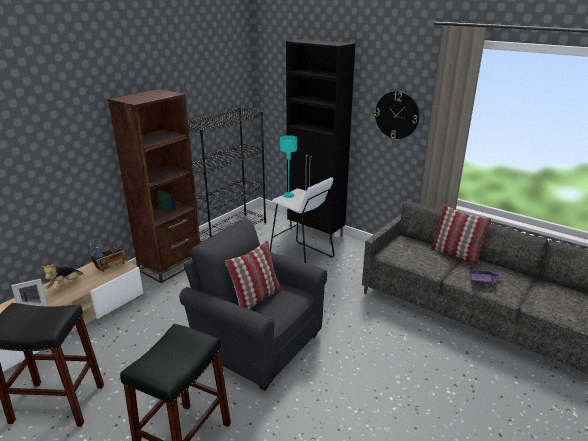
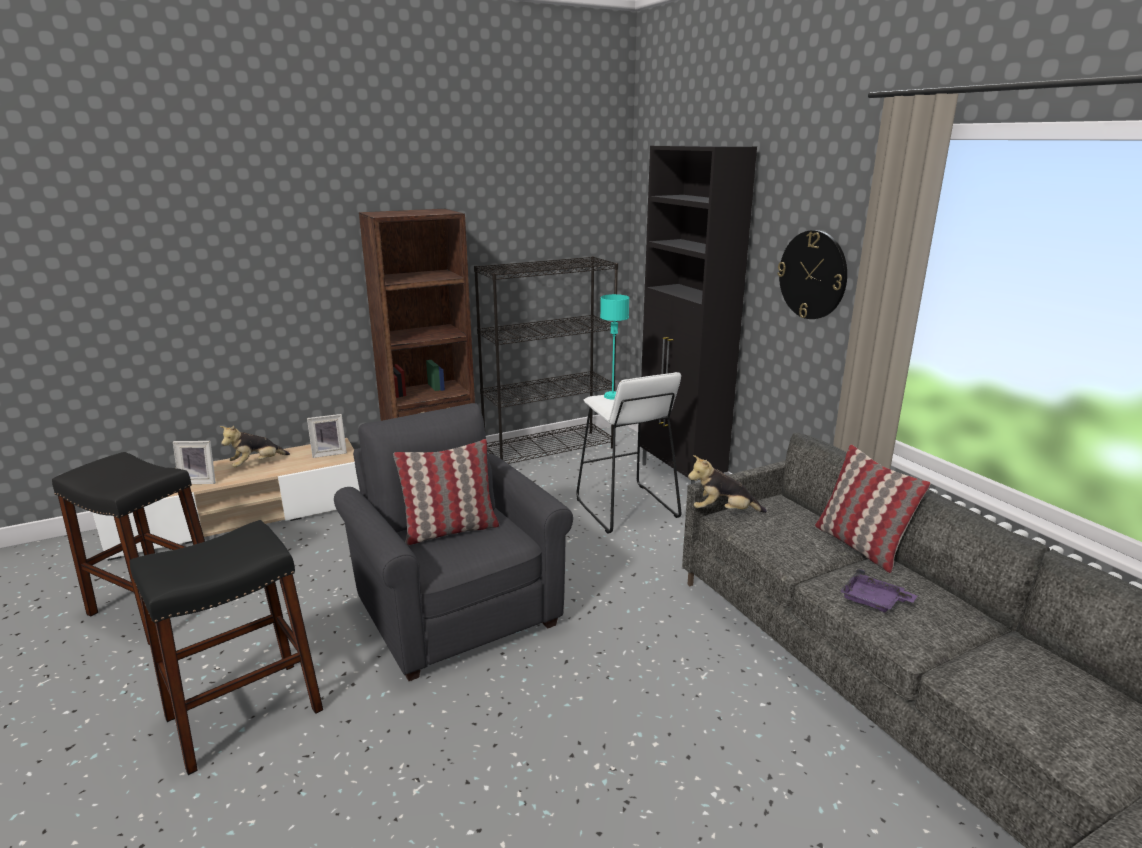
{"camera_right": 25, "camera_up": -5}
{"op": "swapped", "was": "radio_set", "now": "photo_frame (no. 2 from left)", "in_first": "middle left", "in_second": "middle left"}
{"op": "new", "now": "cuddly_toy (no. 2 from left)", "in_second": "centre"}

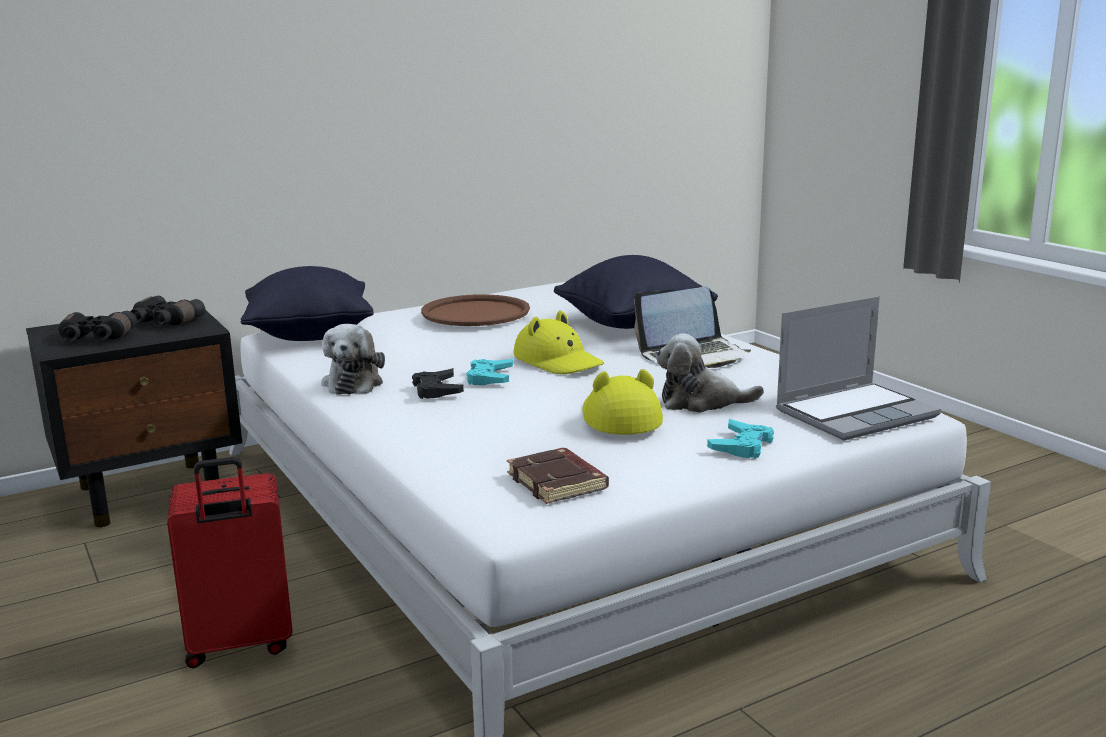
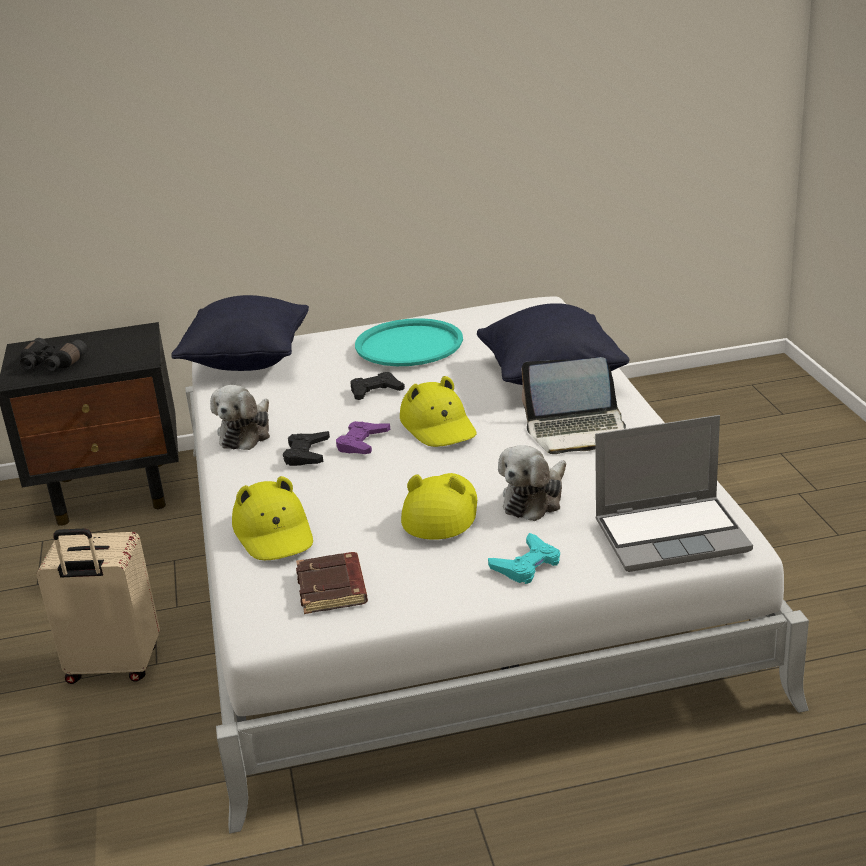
{"camera_right": 20, "camera_up": 10}
{"op": "repainted", "was": "reddish_travel_case", "now": "sand-coloured_travel_case", "in_first": "bottom left", "in_second": "bottom left"}
{"op": "new", "now": "yellow-coloured_wearable_hat (no. 1 from left)", "in_second": "middle left"}
{"op": "repainted", "was": "blue-green_game_controller (no. 1 from left)", "now": "purple_game_controller", "in_first": "centre", "in_second": "centre"}
{"op": "new", "now": "blackish_game_controller (no. 2 from left)", "in_second": "centre"}
{"op": "repainted", "was": "brown-coloured_carrying_tray", "now": "blue-green_carrying_tray", "in_first": "centre", "in_second": "centre"}
{"op": "rotated", "was": "cuddly_toy (no. 2 from left)", "in_first": "centre", "in_second": "centre", "clockwise": -75}
{"op": "gone", "was": "blackish_field_glasses (no. 2 from left)", "in_first": "middle left"}

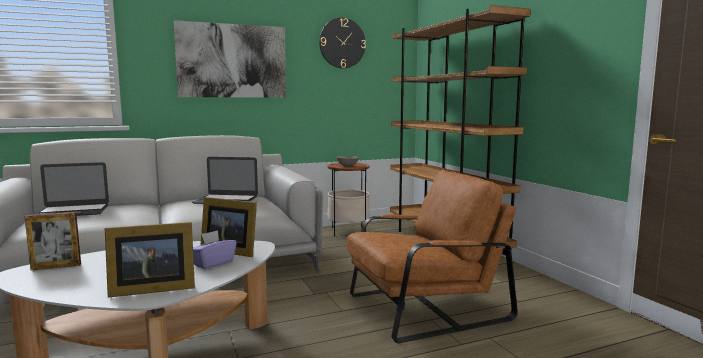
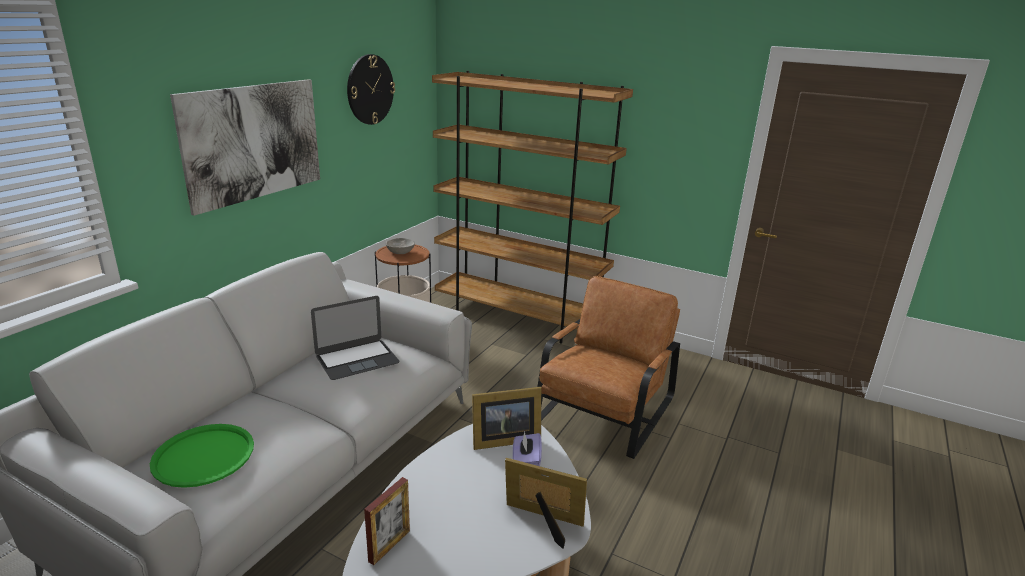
{"camera_right": -40, "camera_up": 15}
{"op": "swapped", "was": "portable_computer (no. 1 from left)", "now": "green_carrying_tray", "in_first": "middle left", "in_second": "bottom left"}
{"op": "rotated", "was": "photo_frame (no. 2 from left in the first image)", "in_first": "bottom left", "in_second": "bottom centre", "clockwise": -105}

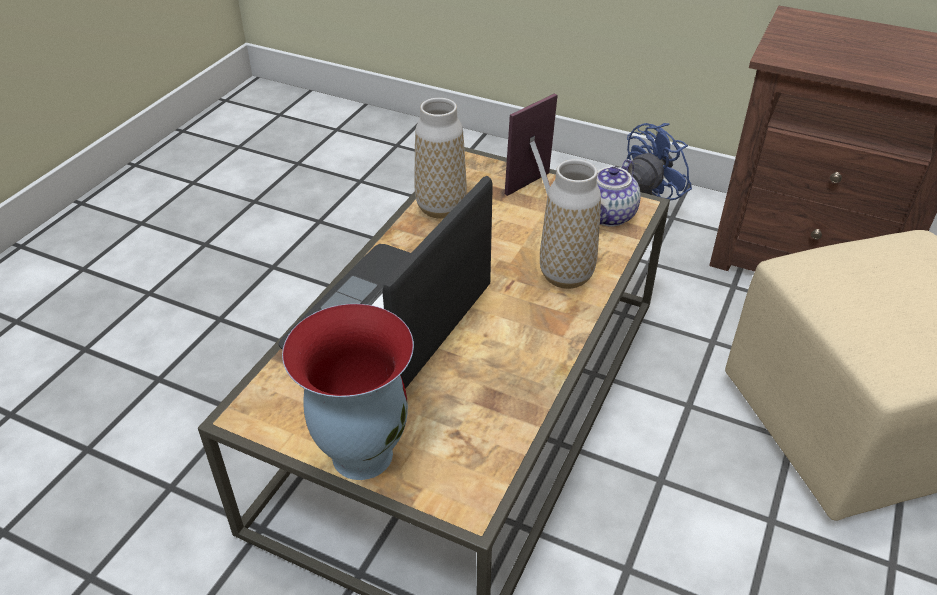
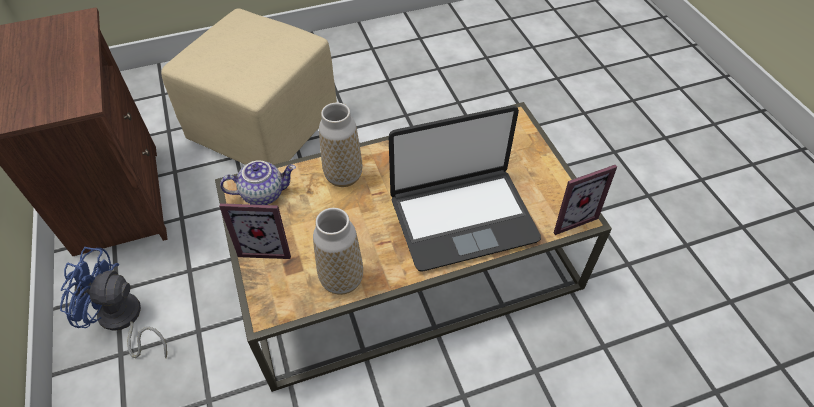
{"camera_right": -135, "camera_up": 10}
{"op": "new", "now": "photo_frame (no. 2 from left)", "in_second": "middle right"}
{"op": "gone", "was": "flower_vase (no. 1 from left)", "in_first": "centre"}

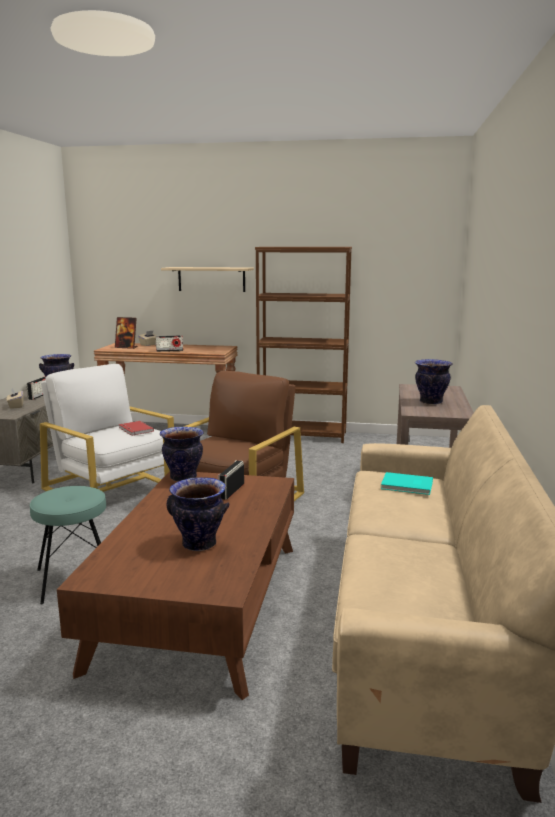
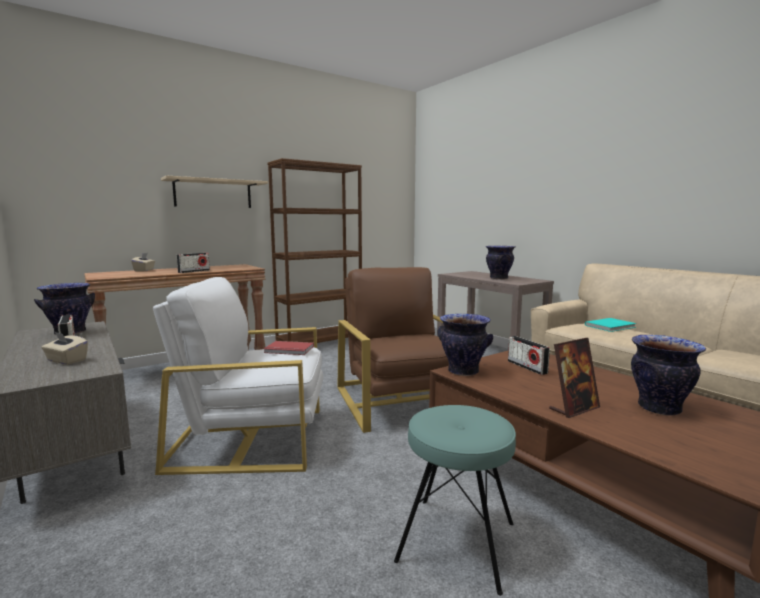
{"camera_right": -45, "camera_up": -5}
{"op": "shifted", "was": "photo_frame", "in_first": "middle left", "in_second": "middle right"}

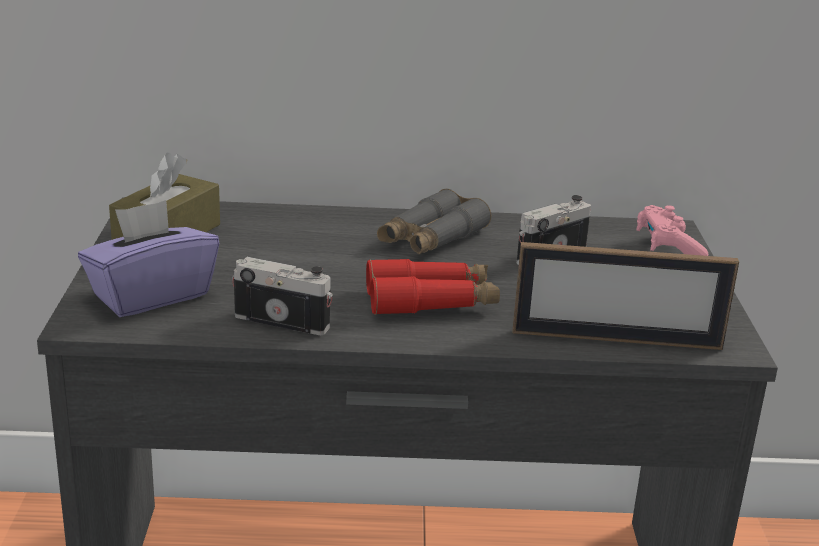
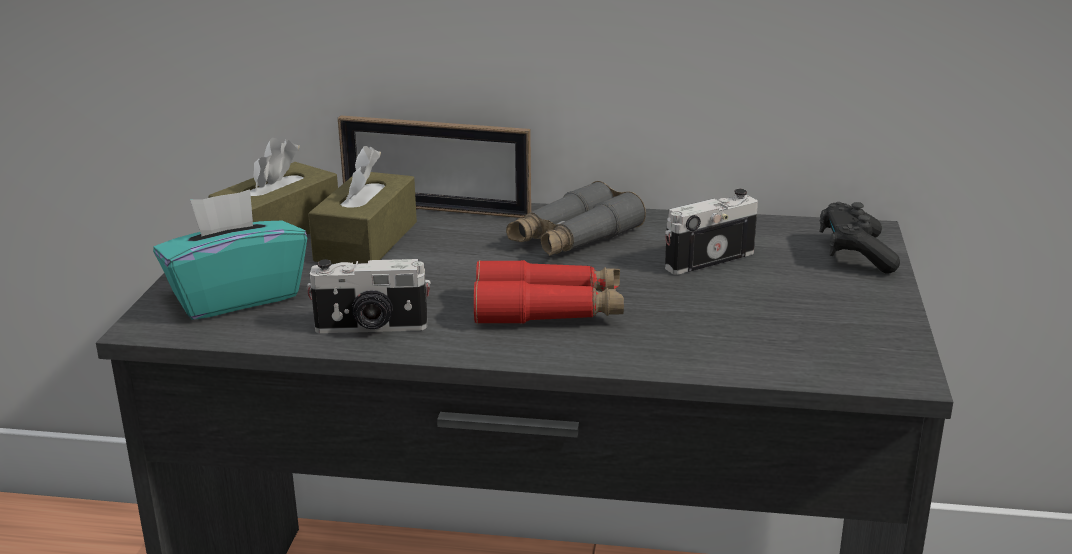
{"camera_right": 10, "camera_up": 0}
{"op": "repainted", "was": "purple_tissue_box", "now": "blue-green_tissue_box", "in_first": "middle left", "in_second": "middle left"}
{"op": "rotated", "was": "still_camera (no. 1 from left)", "in_first": "centre", "in_second": "centre", "clockwise": 150}
{"op": "new", "now": "brown-coloured_tissue_box (no. 2 from left)", "in_second": "centre"}
{"op": "shifted", "was": "photo_frame", "in_first": "middle right", "in_second": "top centre"}
{"op": "repainted", "was": "pink-coloured_game_controller", "now": "blackish_game_controller", "in_first": "middle right", "in_second": "middle right"}

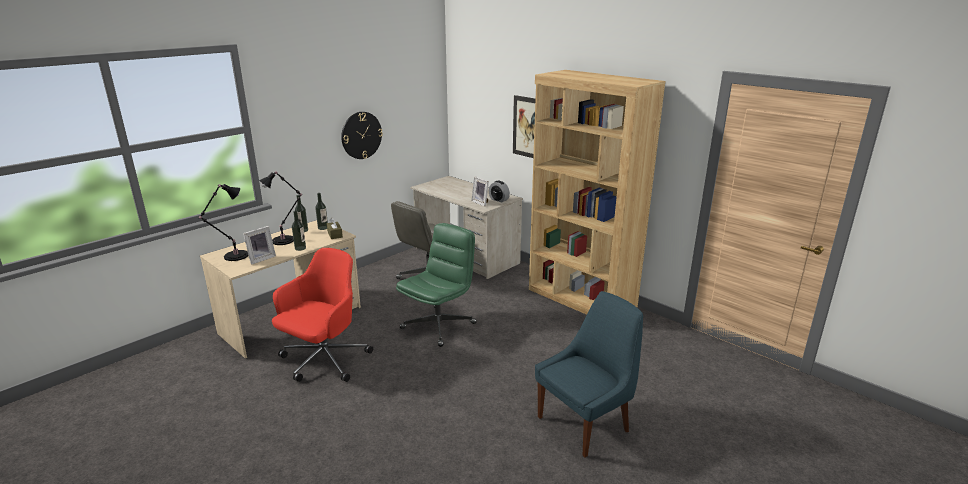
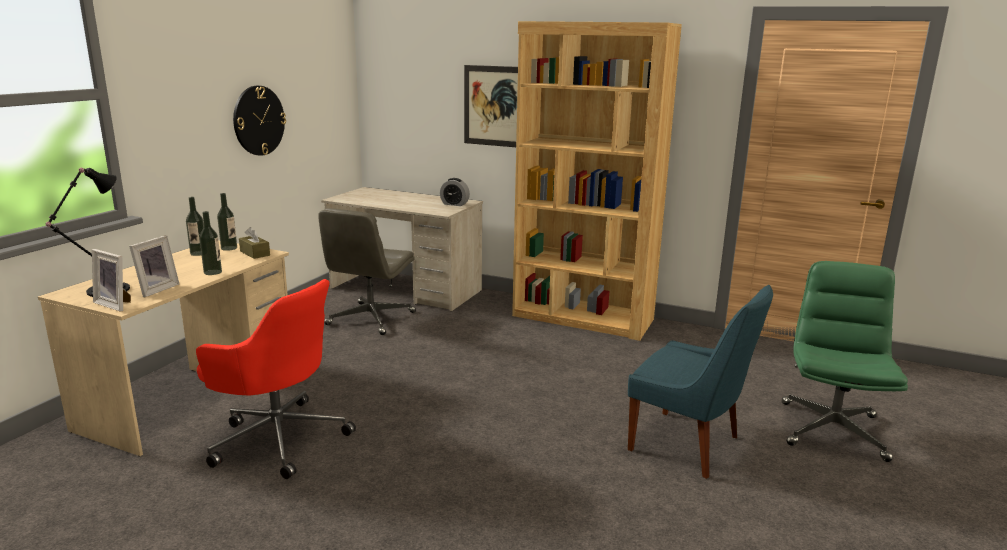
{"camera_right": -20, "camera_up": -5}
{"op": "shifted", "was": "photo_frame (no. 2 from left in the first image)", "now": "photo_frame (no. 1 from left)", "in_first": "centre", "in_second": "middle left"}
{"op": "rotated", "was": "reddish_office_chair", "in_first": "middle left", "in_second": "bottom left", "clockwise": 105}
{"op": "rotated", "was": "blue-coloured_plain_chair", "in_first": "bottom centre", "in_second": "bottom right", "clockwise": 90}
{"op": "shifted", "was": "green_office_chair", "in_first": "centre", "in_second": "middle right"}
{"op": "gone", "was": "blackish_table_lamp (no. 2 from left)", "in_first": "middle left"}

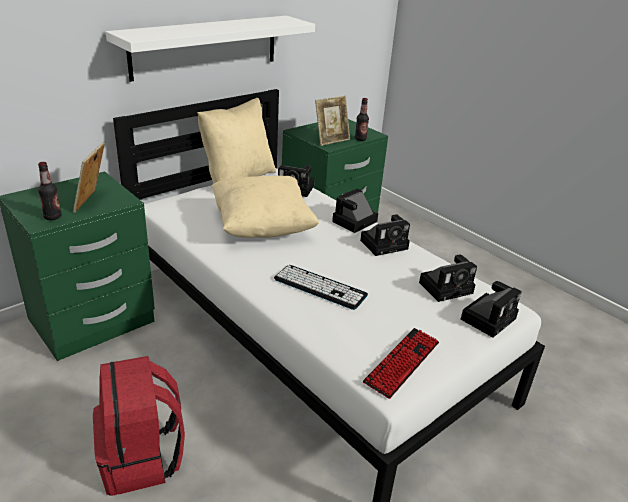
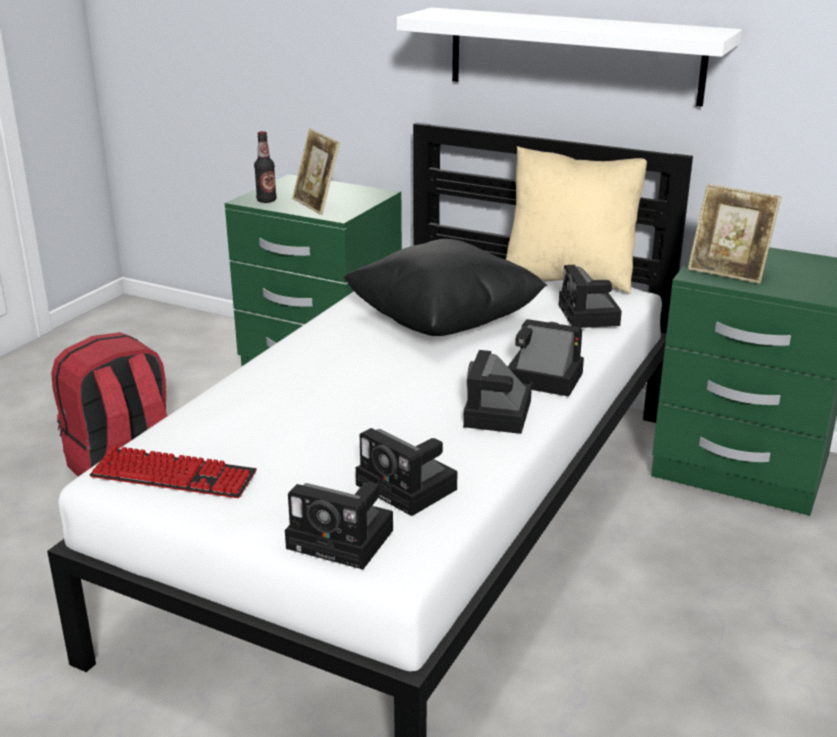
{"camera_right": 70, "camera_up": -5}
{"op": "rotated", "was": "photo_frame (no. 1 from left)", "in_first": "middle left", "in_second": "top centre", "clockwise": -105}
{"op": "repainted", "was": "sand-coloured_pillow (no. 2 from left)", "now": "blackish_pillow", "in_first": "centre", "in_second": "centre"}
{"op": "rotated", "was": "still_camera (no. 3 from left)", "in_first": "centre", "in_second": "centre", "clockwise": 60}
{"op": "gone", "was": "computer_keyboard (no. 1 from left)", "in_first": "centre"}
{"op": "gone", "was": "drink_bottle (no. 2 from left)", "in_first": "top centre"}

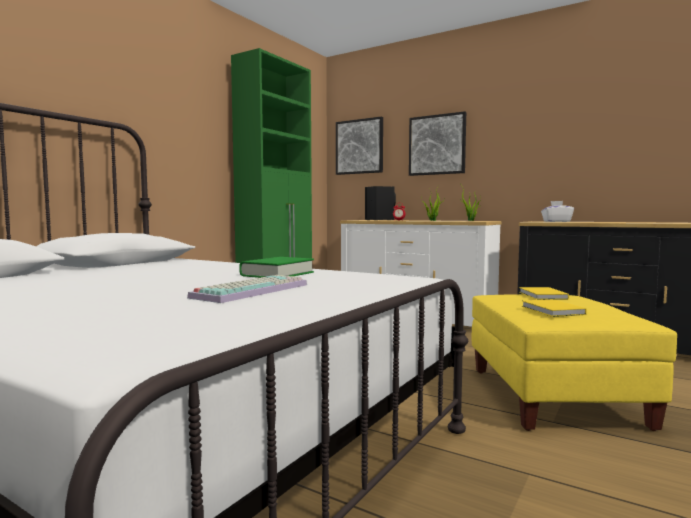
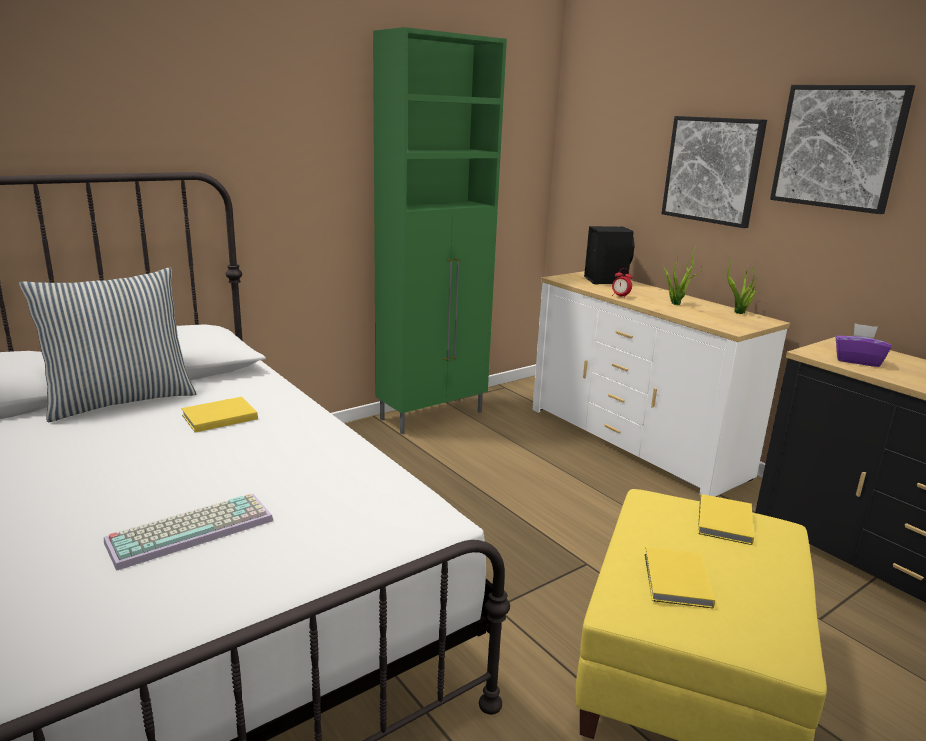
{"camera_right": 20, "camera_up": 15}
{"op": "new", "now": "pillow", "in_second": "middle left"}
{"op": "new", "now": "yellow-coloured_bound_book (no. 1 from left)", "in_second": "middle left"}
{"op": "shifted", "was": "wall_art (no. 1 from left in the first image)", "now": "wall_art (no. 2 from left)", "in_first": "top centre", "in_second": "top right"}
{"op": "repainted", "was": "white-coloured_tissue_box", "now": "purple_tissue_box", "in_first": "middle right", "in_second": "middle right"}
{"op": "gone", "was": "green_bound_book", "in_first": "centre"}

